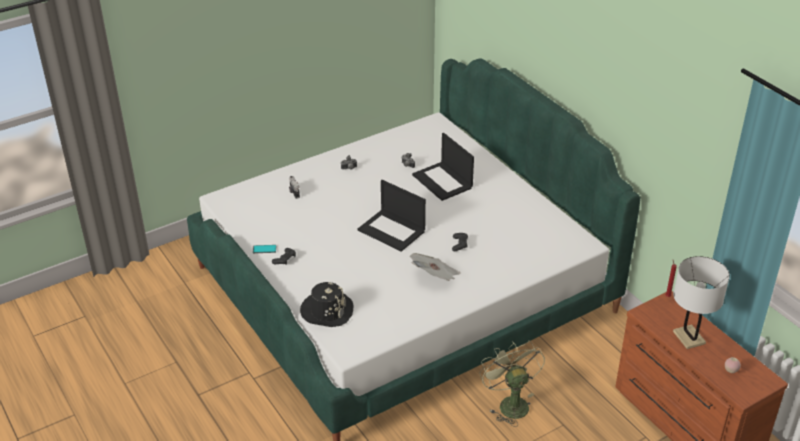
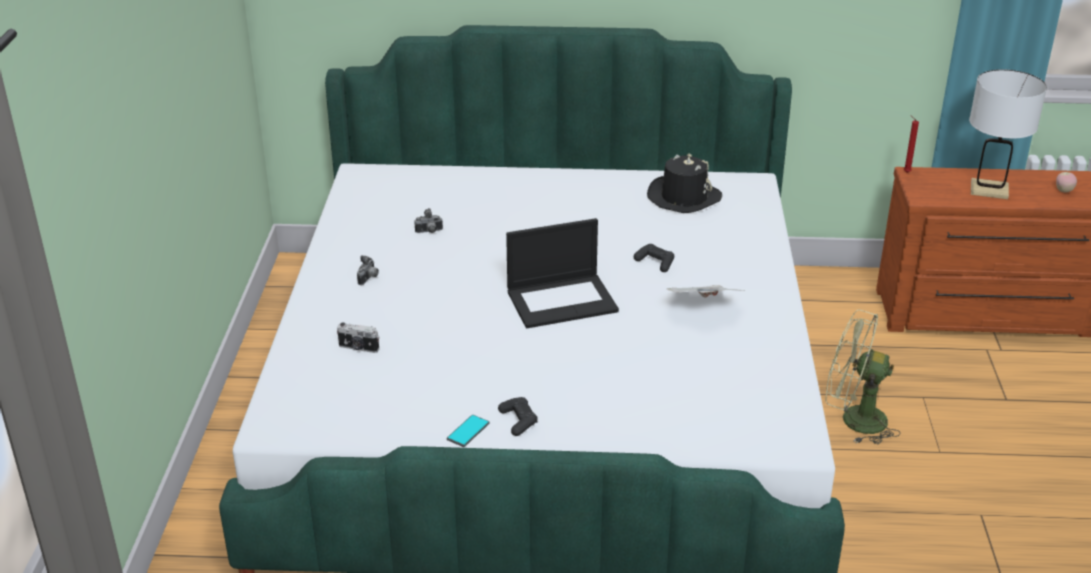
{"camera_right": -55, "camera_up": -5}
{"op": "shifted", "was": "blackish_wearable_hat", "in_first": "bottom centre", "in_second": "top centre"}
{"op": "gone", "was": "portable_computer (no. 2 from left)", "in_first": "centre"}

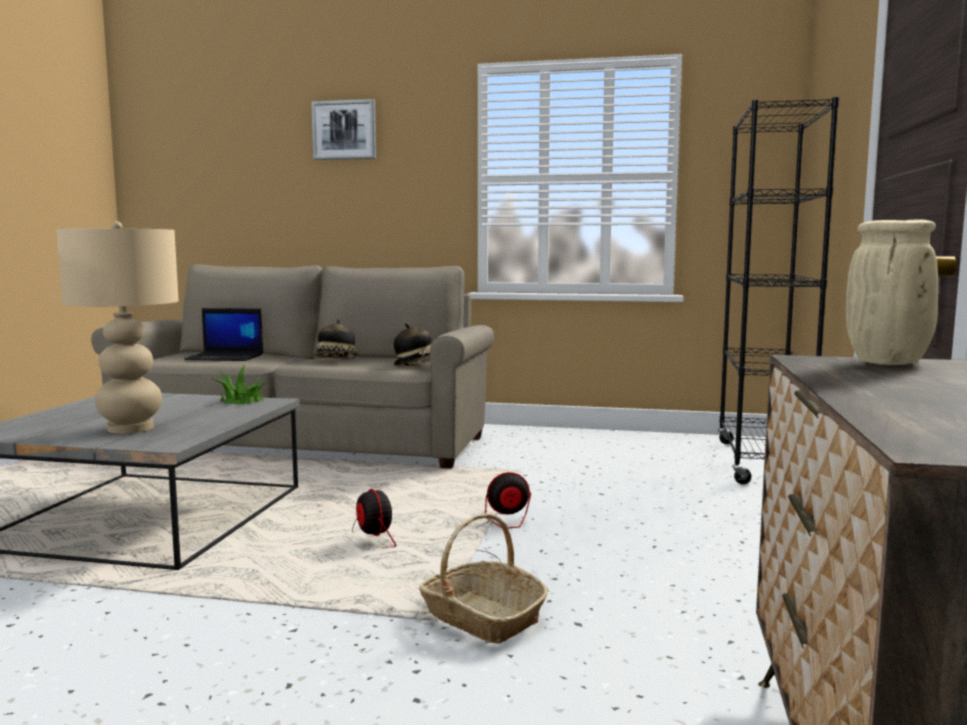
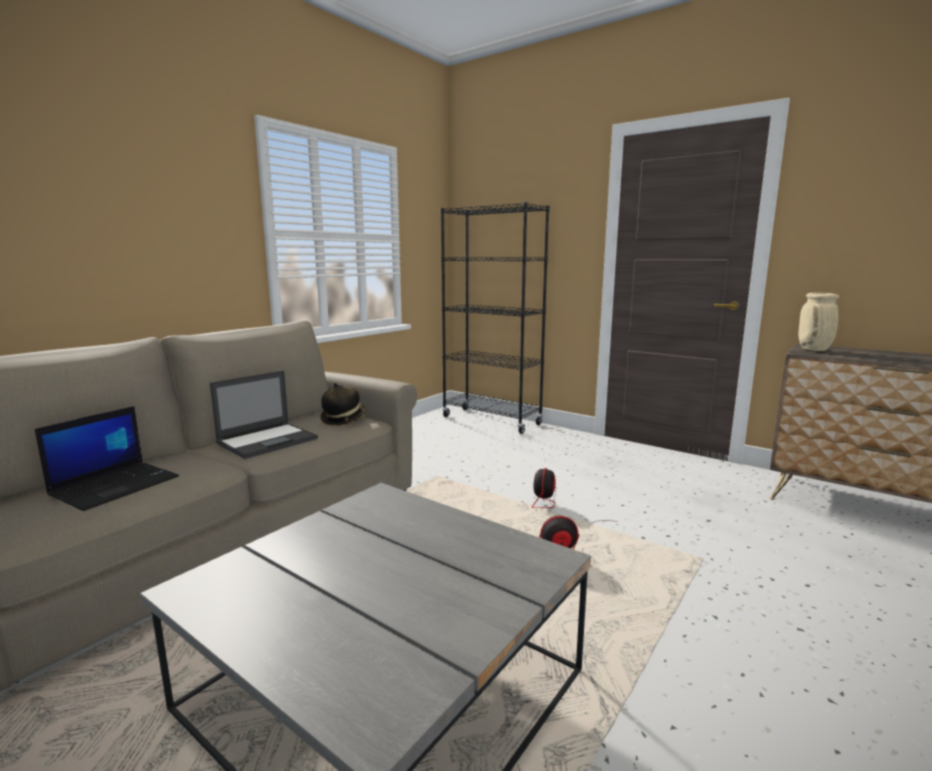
{"camera_right": -65, "camera_up": 5}
{"op": "swapped", "was": "wearable_hat (no. 1 from left)", "now": "portable_computer (no. 2 from left)", "in_first": "centre", "in_second": "middle left"}
{"op": "gone", "was": "sand-coloured_table_lamp", "in_first": "middle left"}
{"op": "gone", "was": "potted_plant", "in_first": "middle left"}
{"op": "gone", "was": "wall_art", "in_first": "top centre"}
{"op": "gone", "was": "basket", "in_first": "bottom centre"}

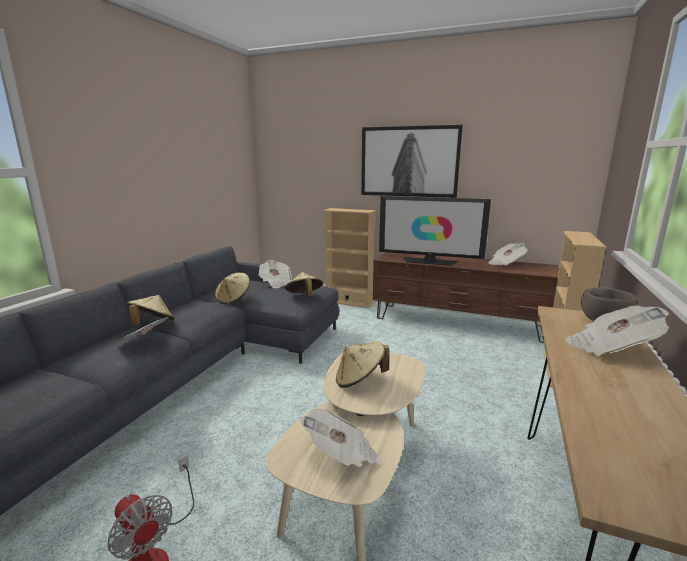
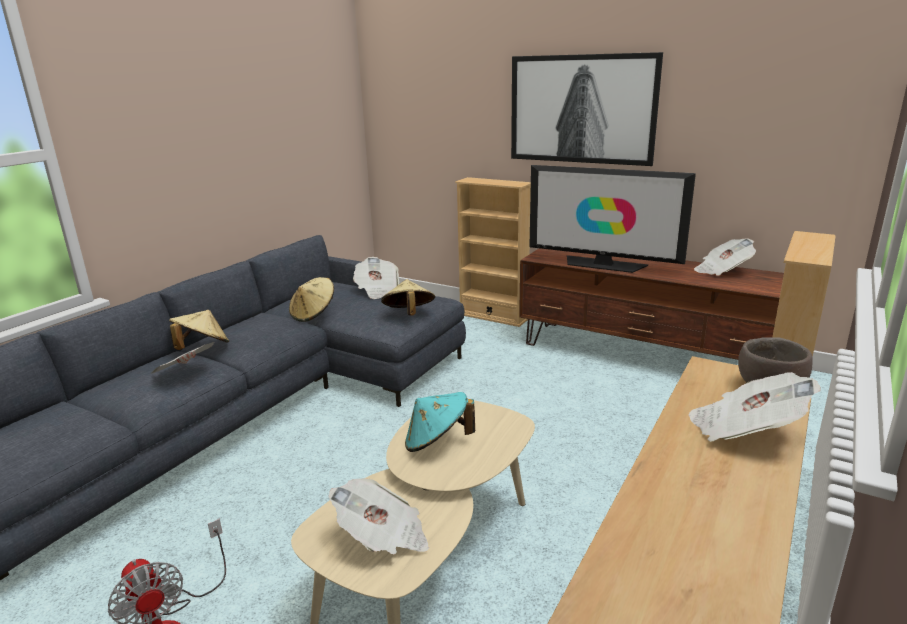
{"camera_right": 10, "camera_up": 5}
{"op": "repainted", "was": "sand-coloured_wearable_hat (no. 4 from left)", "now": "blue-green_wearable_hat", "in_first": "centre", "in_second": "bottom centre"}

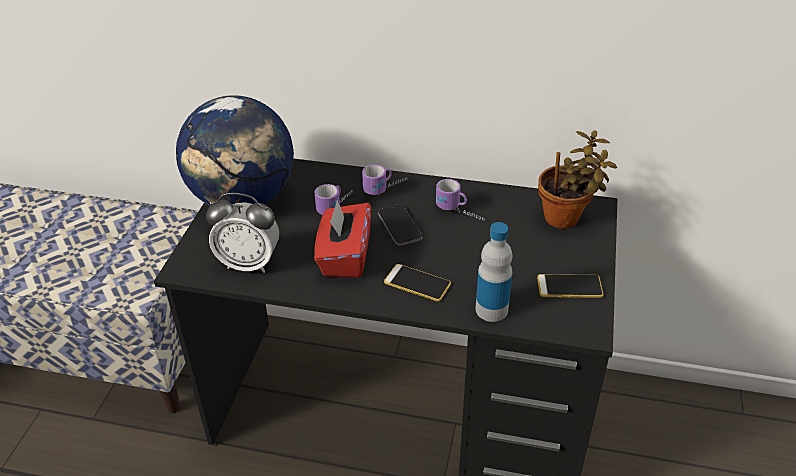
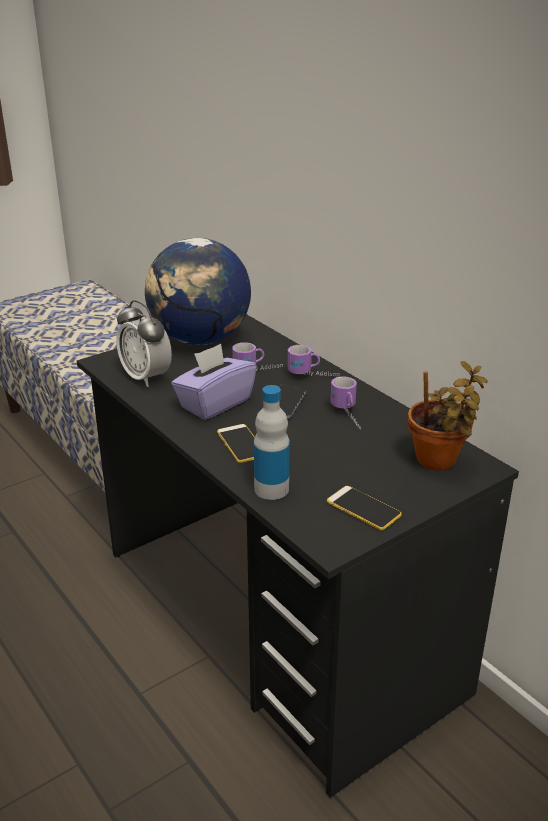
{"camera_right": 40, "camera_up": -10}
{"op": "repainted", "was": "reddish_tissue_box", "now": "purple_tissue_box", "in_first": "centre", "in_second": "centre"}

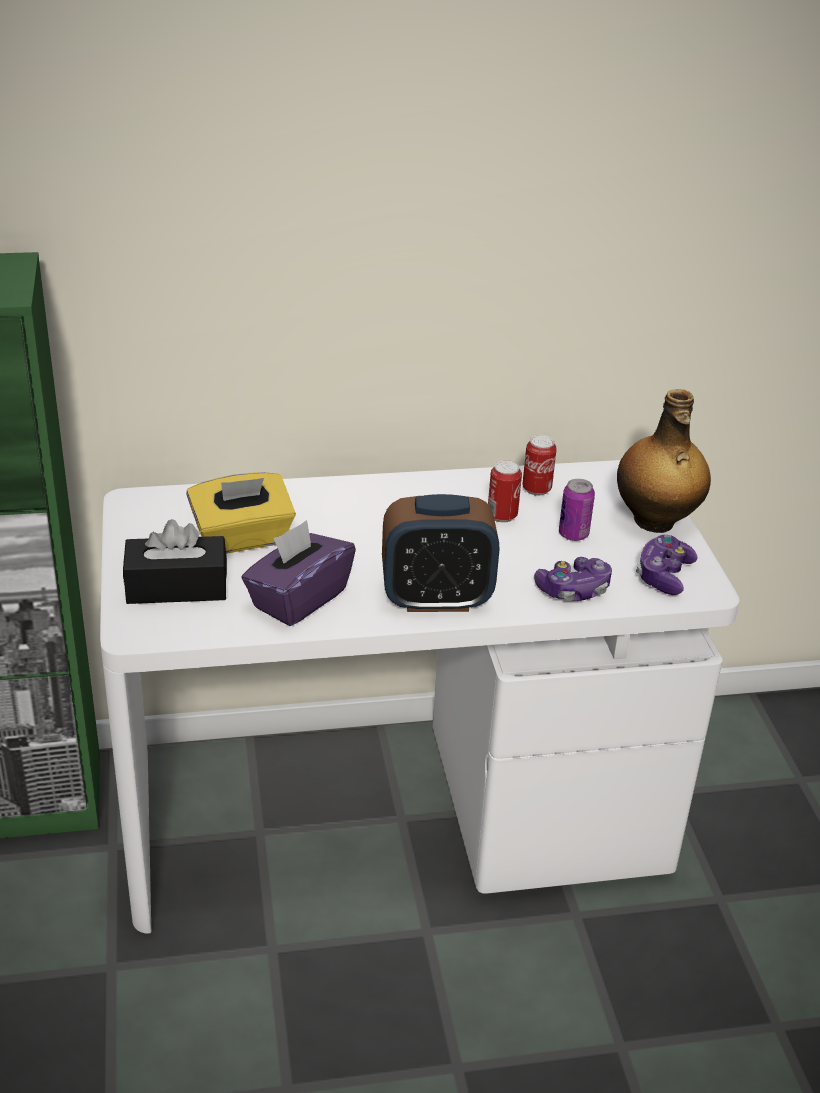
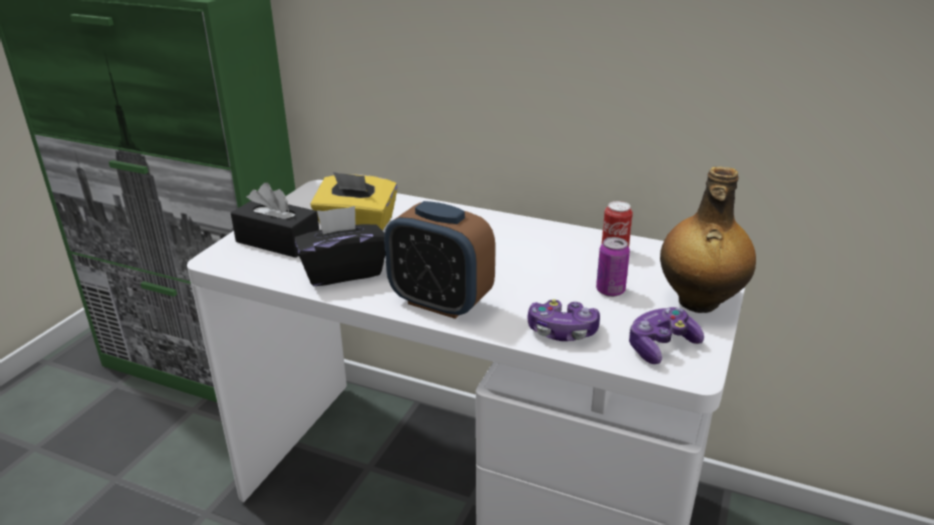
{"camera_right": 35, "camera_up": -5}
{"op": "repainted", "was": "purple_tissue_box", "now": "blackish_tissue_box (no. 2 from left)", "in_first": "centre", "in_second": "centre"}
{"op": "gone", "was": "sealed_can (no. 1 from left)", "in_first": "centre"}

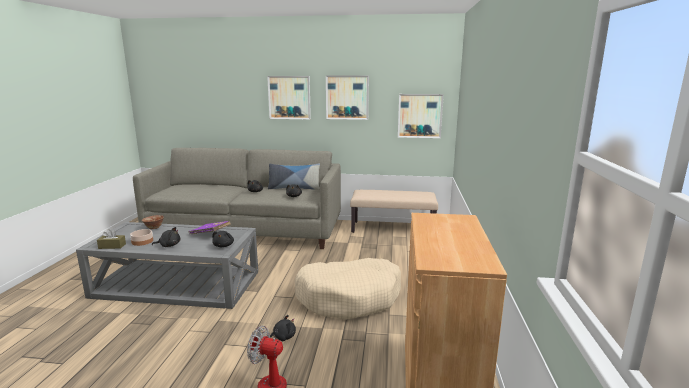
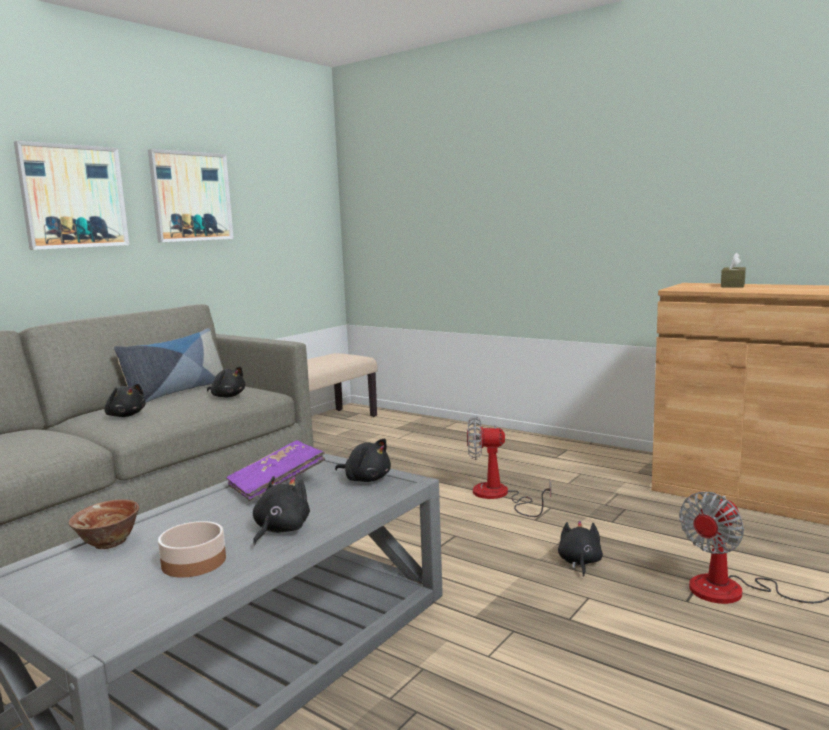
{"camera_right": -60, "camera_up": -5}
{"op": "swapped", "was": "sand-coloured_dog_bed", "now": "cooling_fan (no. 1 from left)", "in_first": "bottom centre", "in_second": "centre"}
{"op": "shifted", "was": "brown-coloured_tissue_box", "in_first": "middle left", "in_second": "middle right"}
{"op": "gone", "was": "wall_art (no. 3 from left)", "in_first": "top centre"}

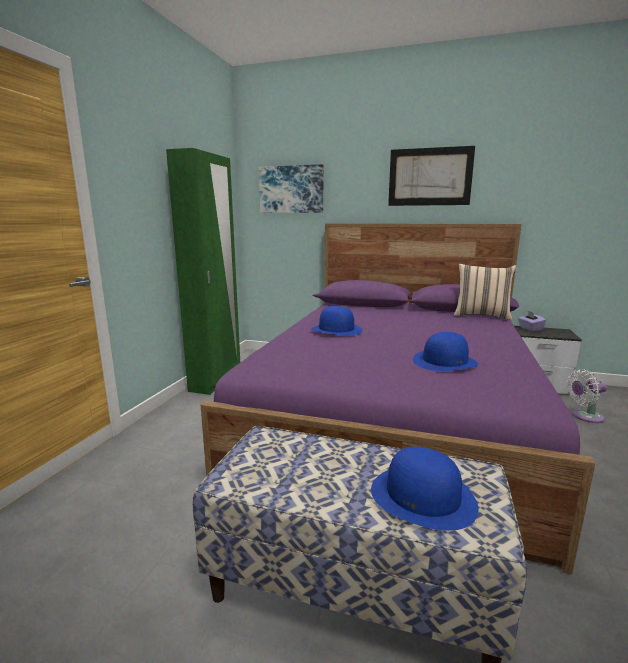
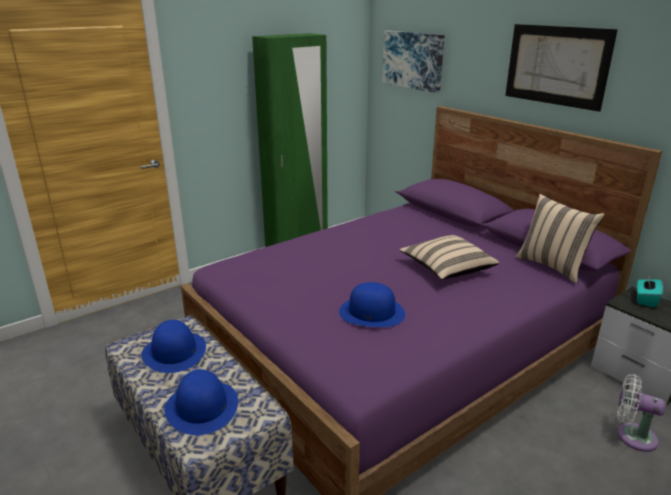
{"camera_right": 35, "camera_up": 10}
{"op": "shifted", "was": "blue-coloured_wearable_hat (no. 1 from left)", "in_first": "centre", "in_second": "bottom left"}
{"op": "new", "now": "sand-coloured_pillow (no. 1 from left)", "in_second": "middle right"}
{"op": "repainted", "was": "purple_tissue_box", "now": "blue-green_tissue_box", "in_first": "middle right", "in_second": "middle right"}

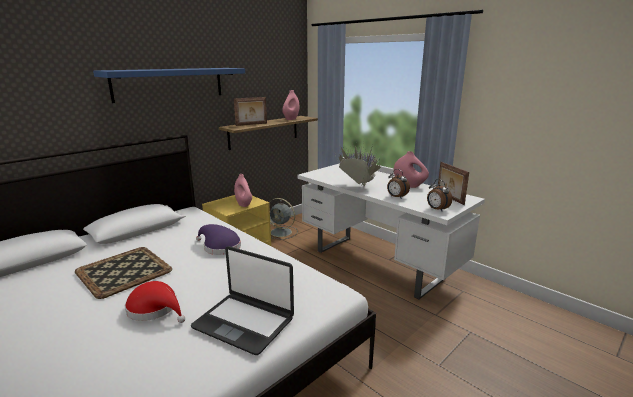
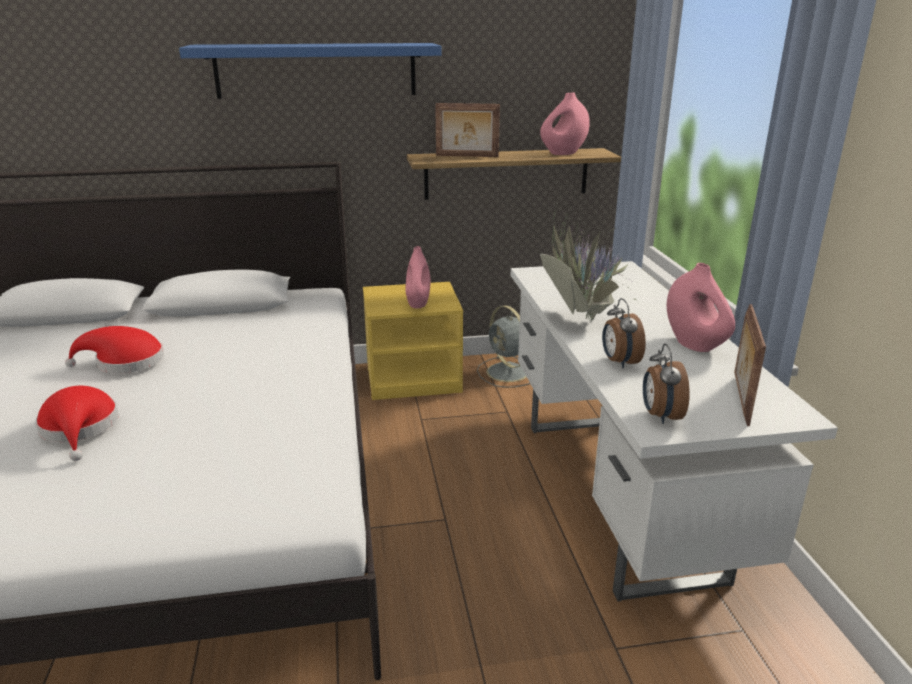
{"camera_right": 35, "camera_up": 5}
{"op": "swapped", "was": "carrying_tray", "now": "reddish_wearable_hat (no. 2 from left)", "in_first": "bottom left", "in_second": "middle left"}
{"op": "gone", "was": "portable_computer", "in_first": "bottom centre"}
{"op": "gone", "was": "purple_wearable_hat", "in_first": "centre"}

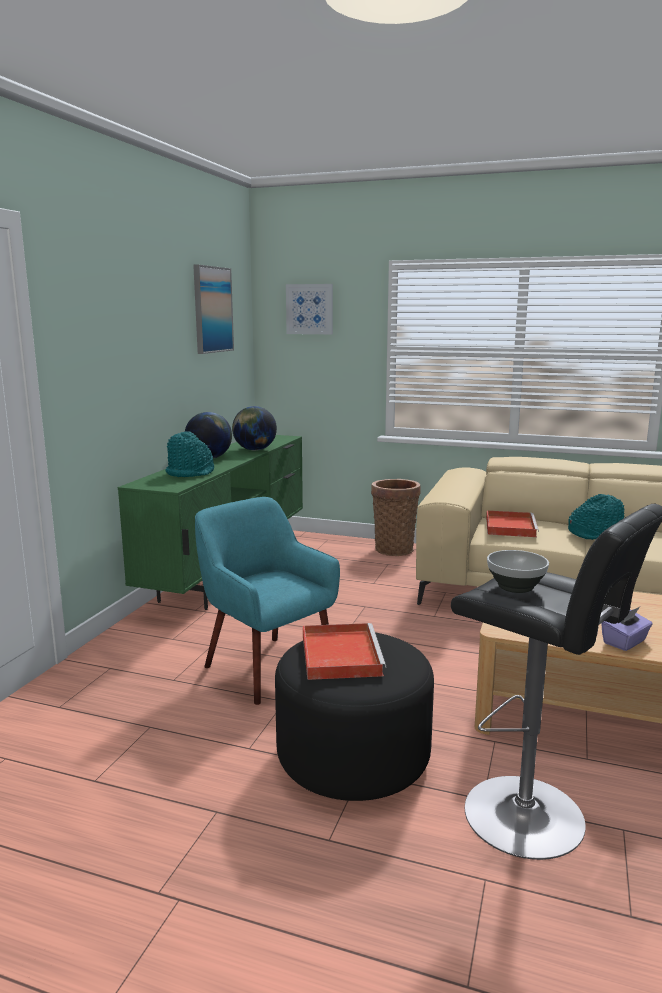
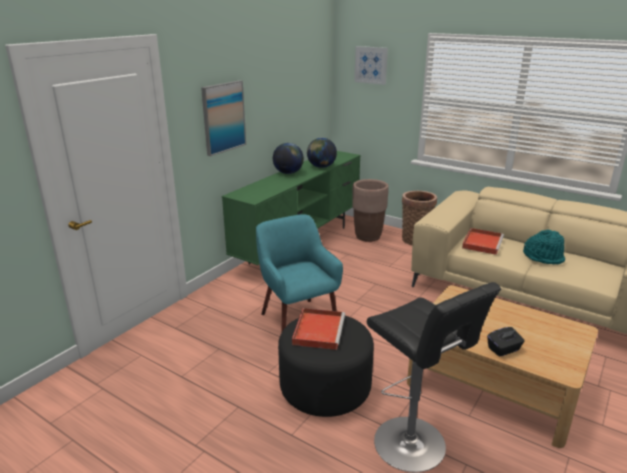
{"camera_right": 15, "camera_up": 10}
{"op": "shifted", "was": "wall_art (no. 1 from left)", "in_first": "top left", "in_second": "top centre"}
{"op": "new", "now": "brown-coloured_plant_pot", "in_second": "centre"}
{"op": "repainted", "was": "purple_tissue_box", "now": "blackish_tissue_box", "in_first": "middle right", "in_second": "bottom right"}
{"op": "gone", "was": "blue-green_wearable_hat (no. 1 from left)", "in_first": "middle left"}
{"op": "gone", "was": "serving_bowl", "in_first": "middle right"}

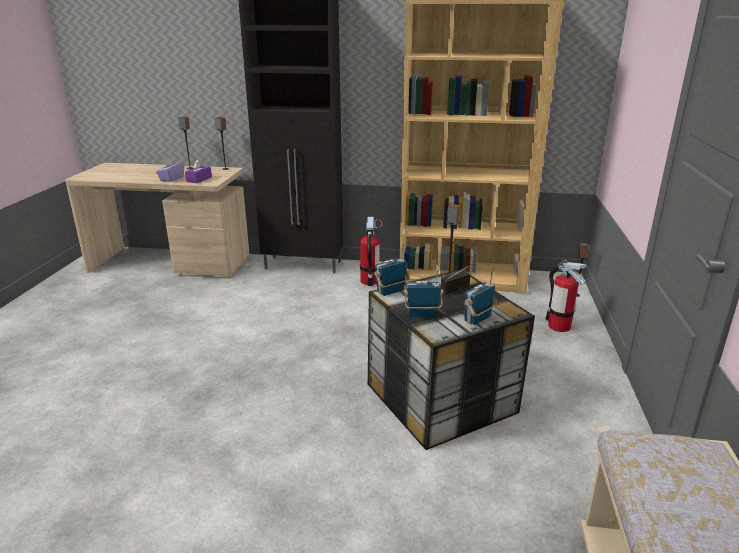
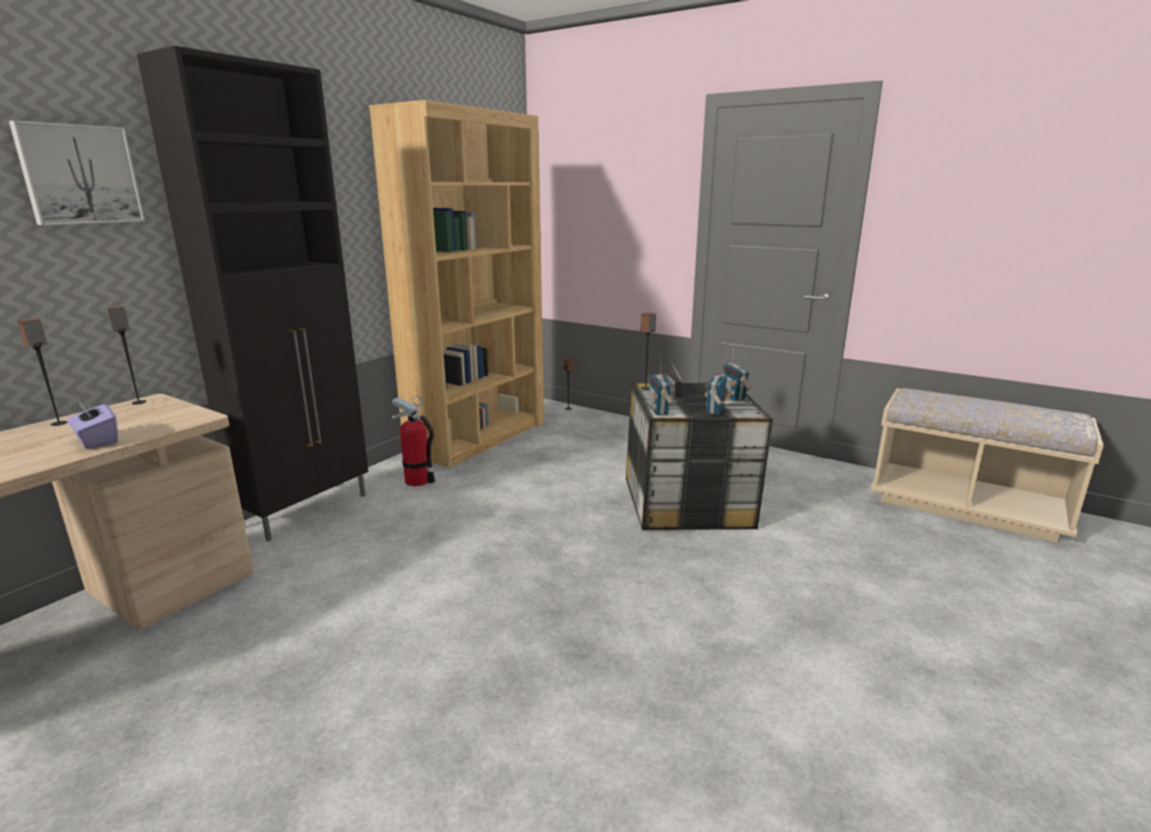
{"camera_right": -65, "camera_up": -5}
{"op": "new", "now": "wall_art", "in_second": "top left"}
{"op": "gone", "was": "purple_tissue_box (no. 2 from left)", "in_first": "top left"}
{"op": "gone", "was": "fire_extinguisher (no. 2 from left)", "in_first": "middle right"}

